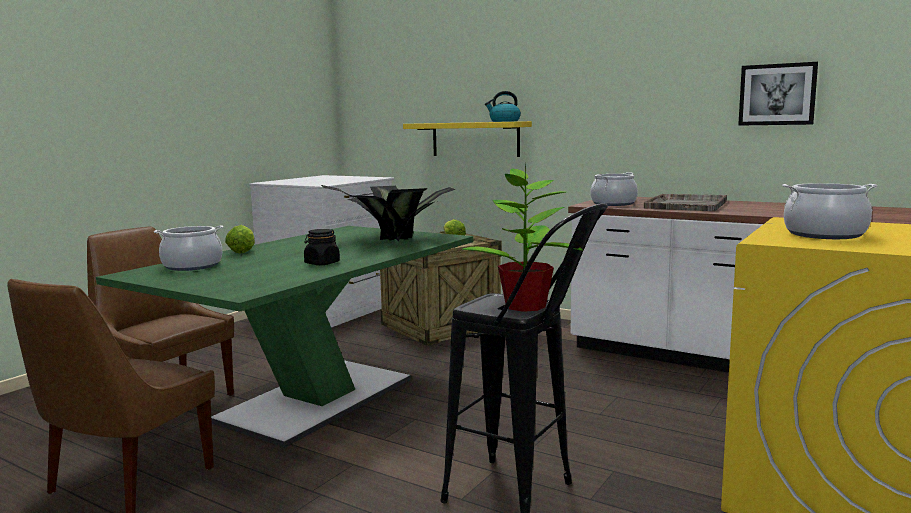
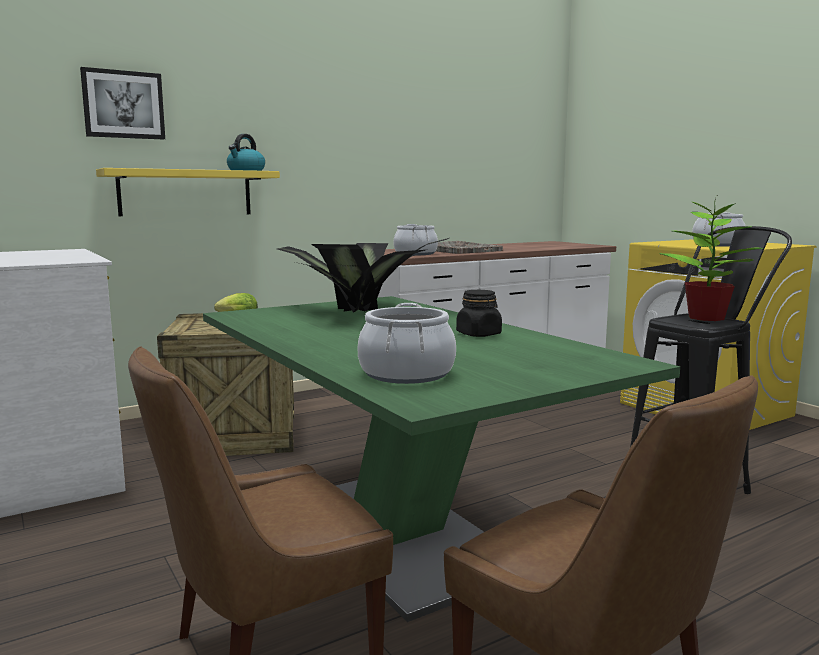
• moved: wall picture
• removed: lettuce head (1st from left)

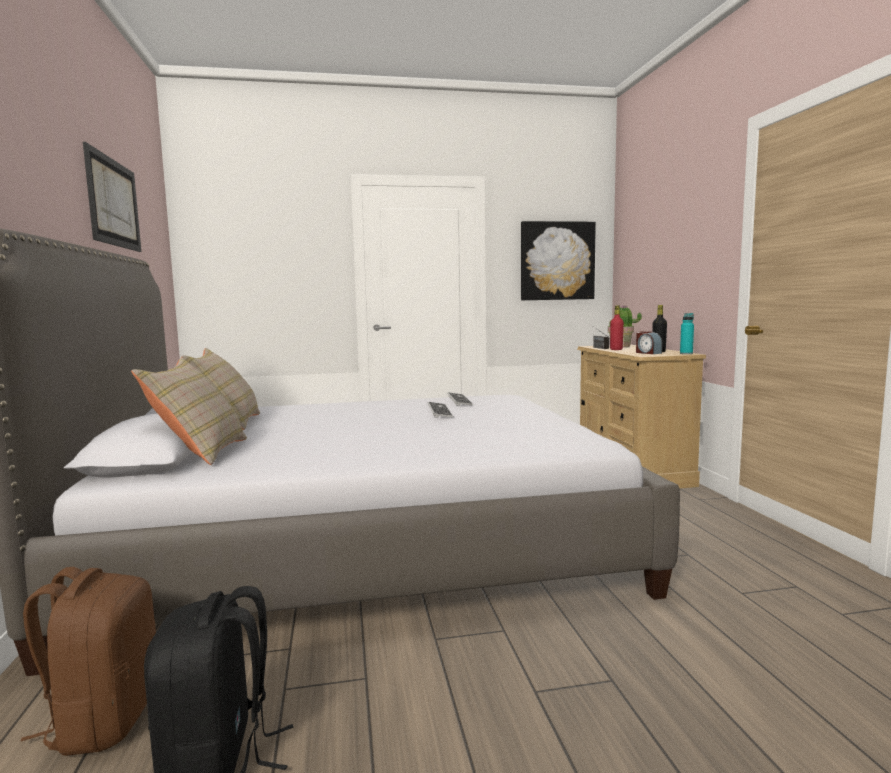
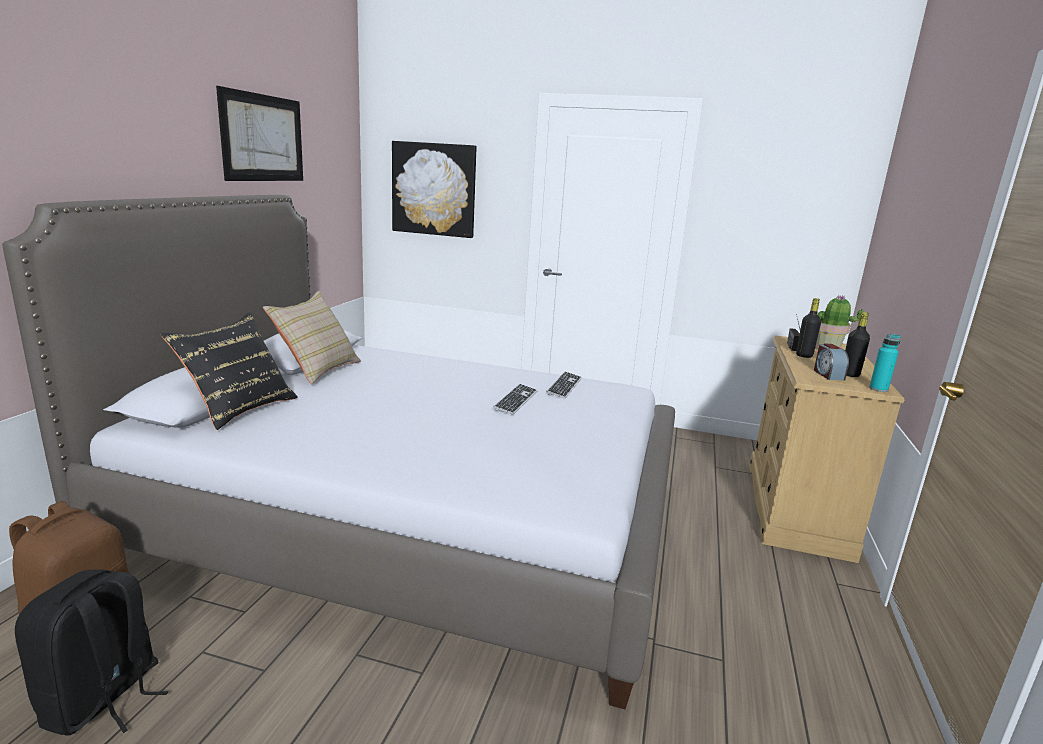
• moved: wall picture (2nd from left)
• recoloured: beverage bottle (red-coloured) to beverage bottle (black) (1st from left)
• recoloured: throw pillow (beige-coloured) (1st from left) to throw pillow (black)

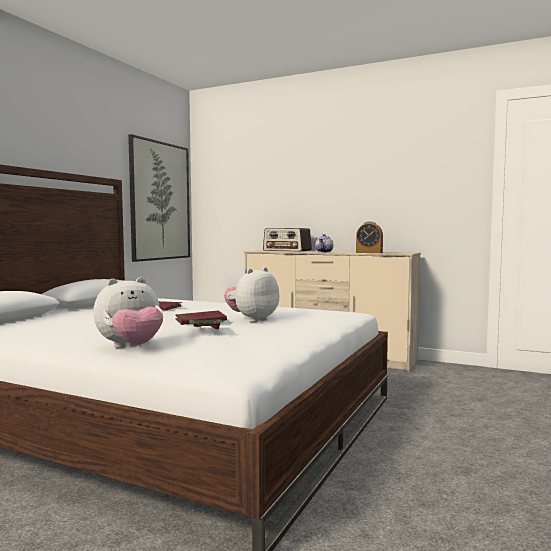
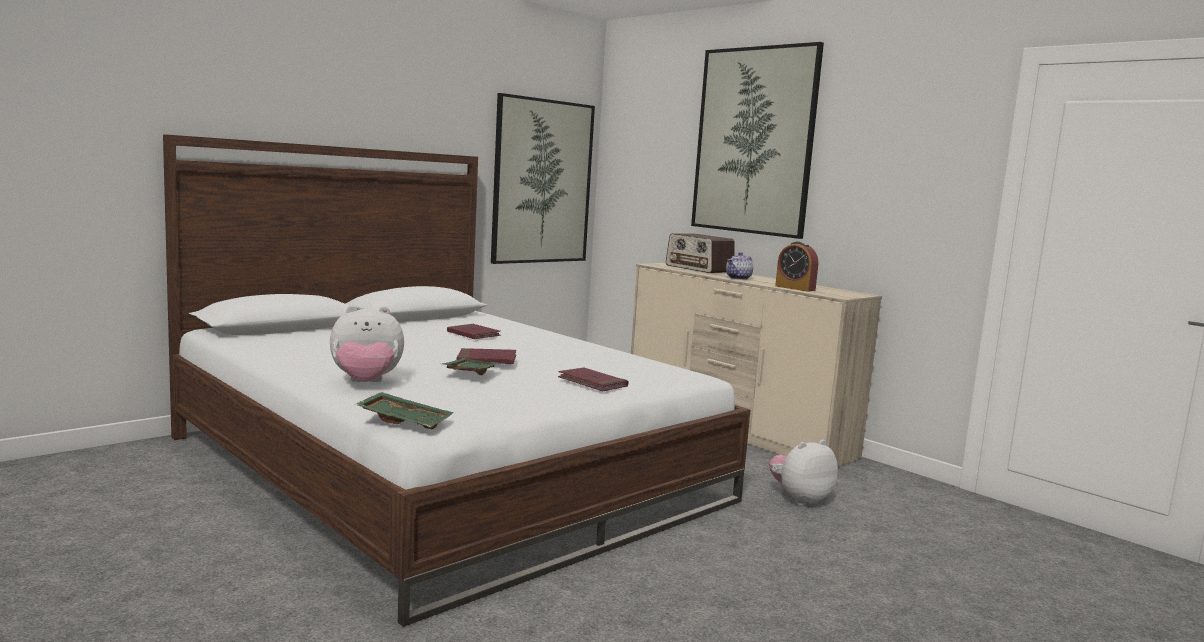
• moved: soft toy (2nd from left)
• added: wall picture (2nd from left)
• added: book (red-coloured) (3rd from left)
• added: serving tray (greenish) (1st from left)

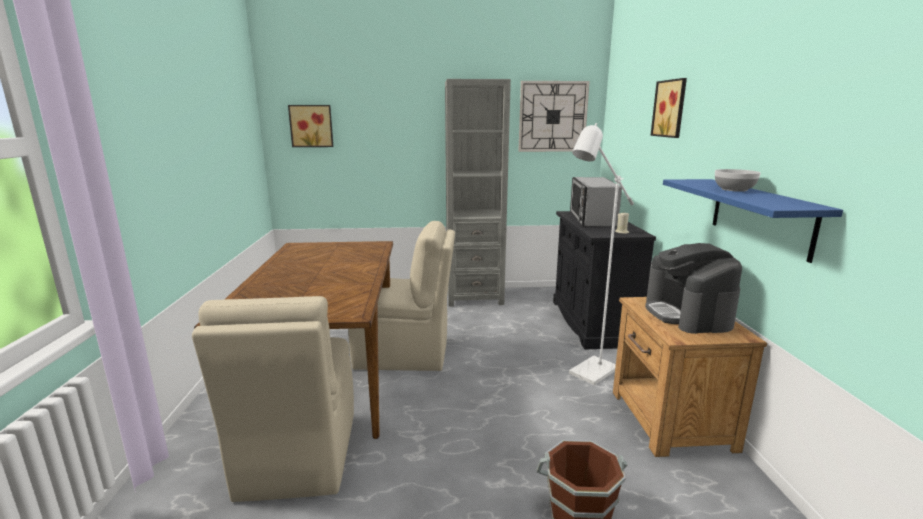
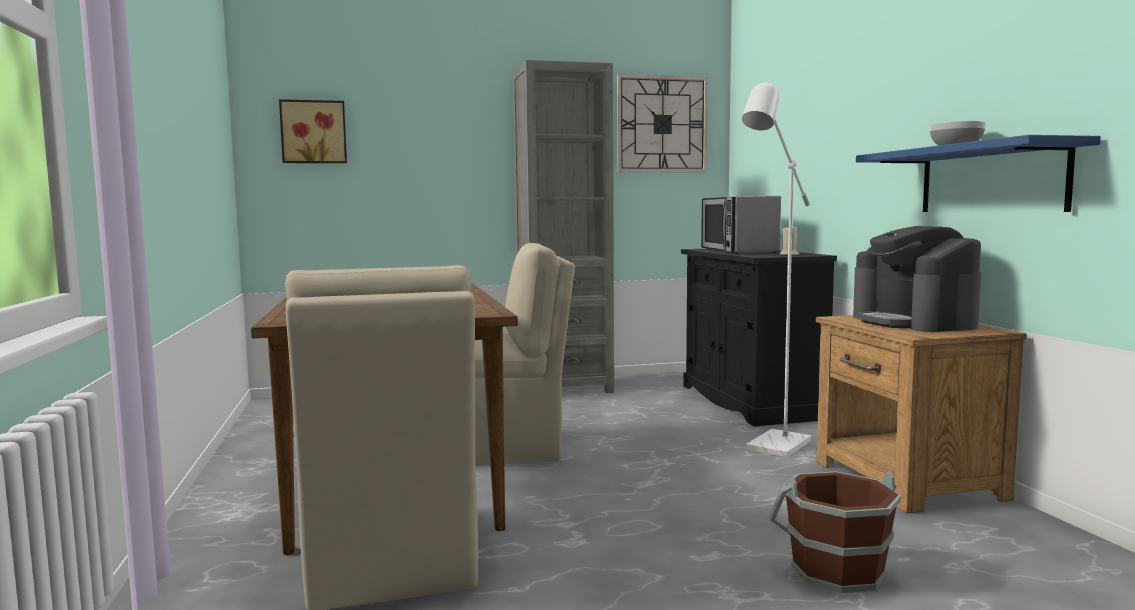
• removed: wall picture (2nd from left)

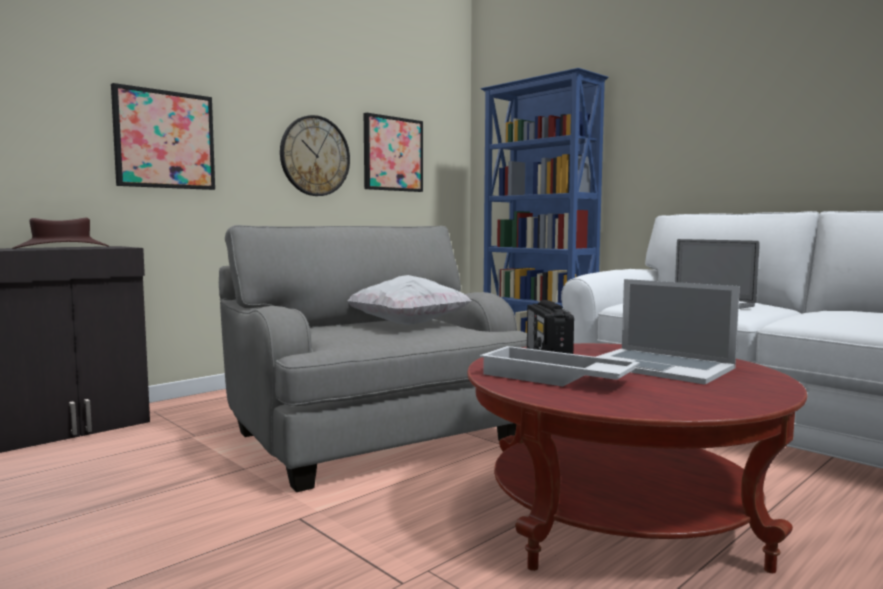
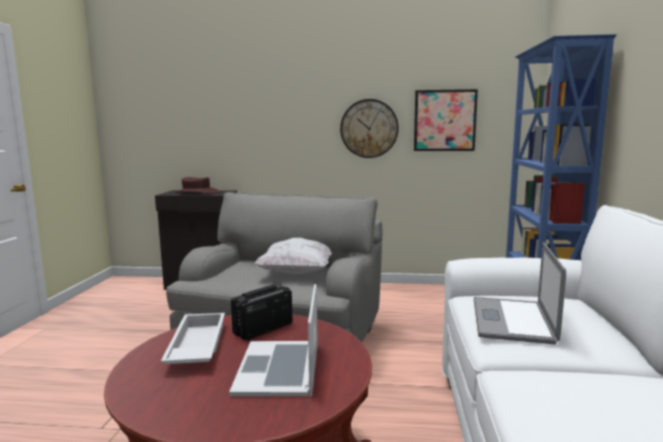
• removed: wall picture (1st from left)

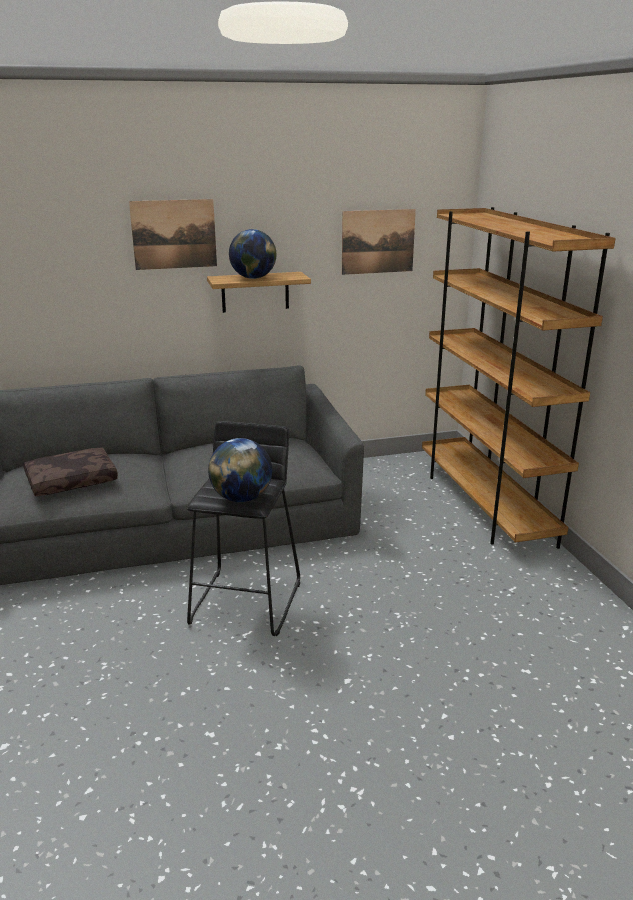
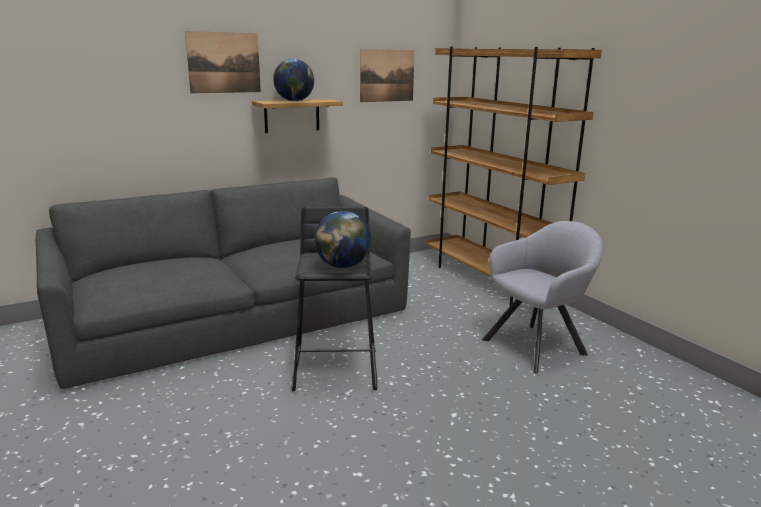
• removed: throw pillow (brownish)
• added: lounge chair (gray)

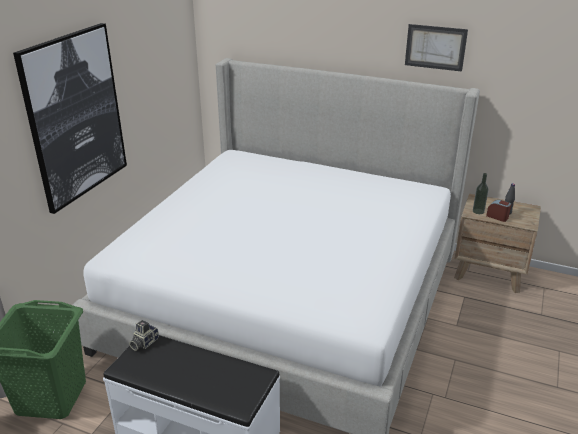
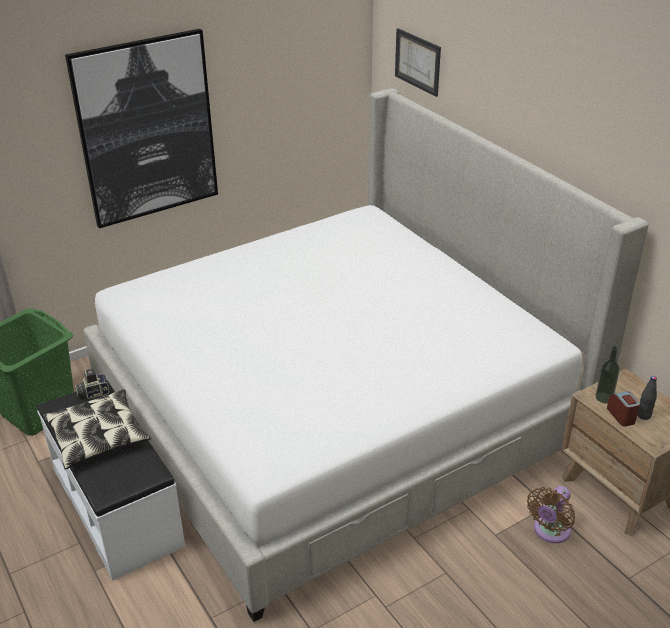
• moved: wall picture (2nd from left)
• added: throw pillow
• added: electric fan (brownish)

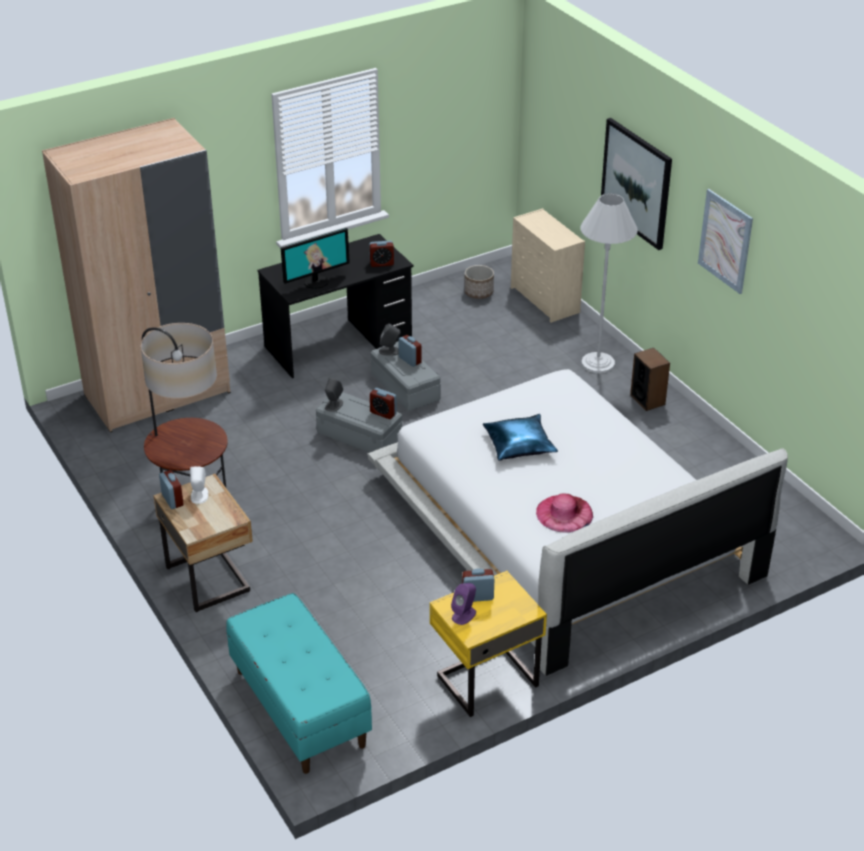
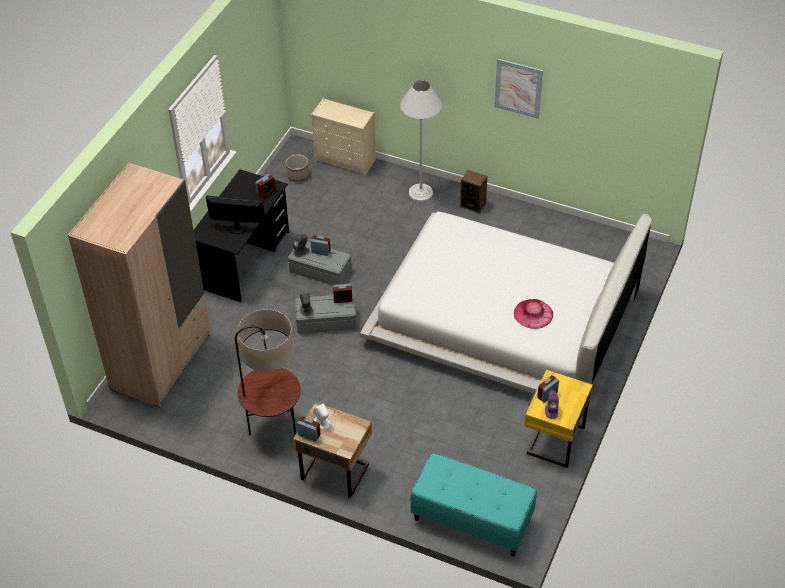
• removed: wall picture (1st from left)
• turned: computer display 105 degrees counterclockwise
• removed: throw pillow (blue-coloured)

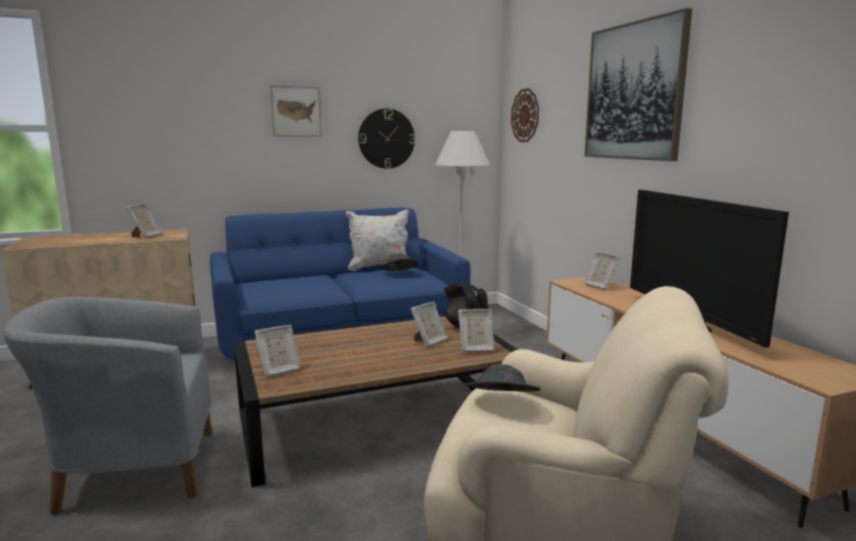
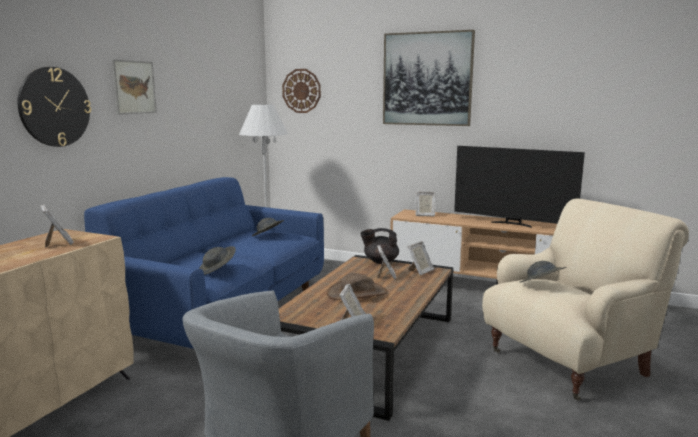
• moved: clock on the wall (1st from left)
• removed: throw pillow (whitish)
• added: wearable hat (gray) (1st from left)
• added: wearable hat (brownish)

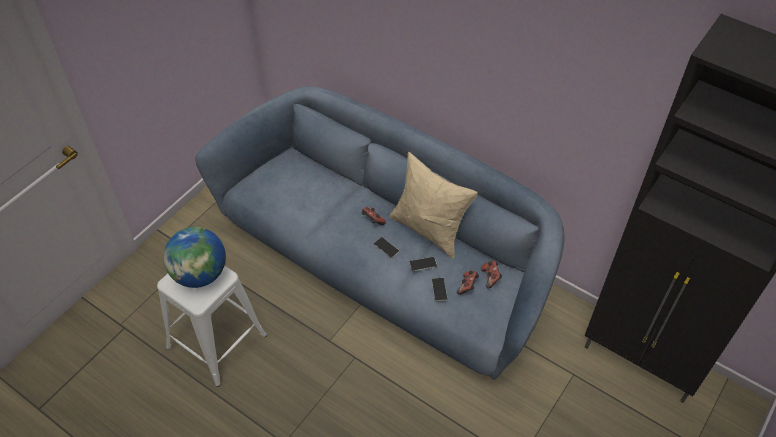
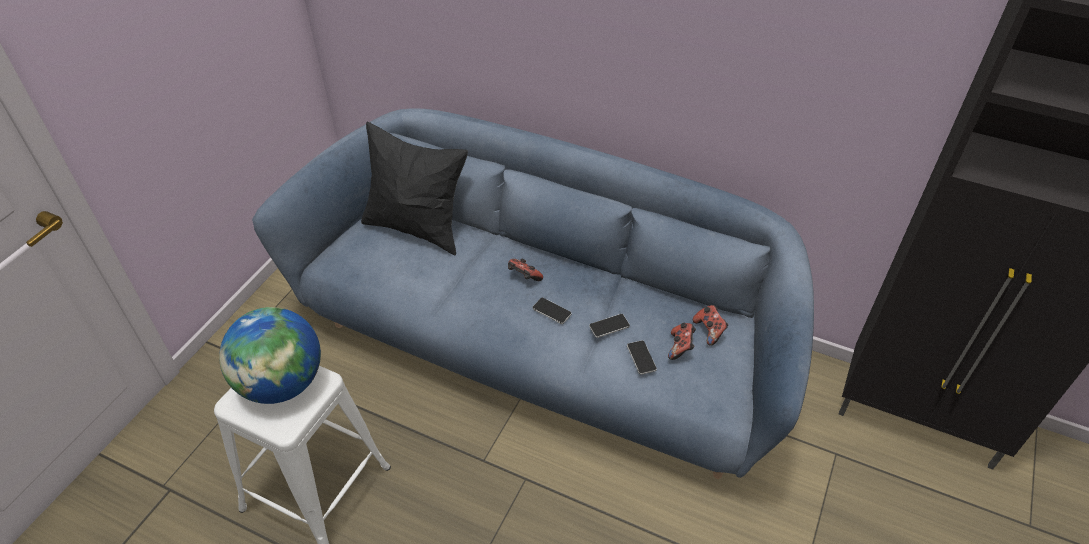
• removed: throw pillow (beige-coloured)
• added: throw pillow (black)

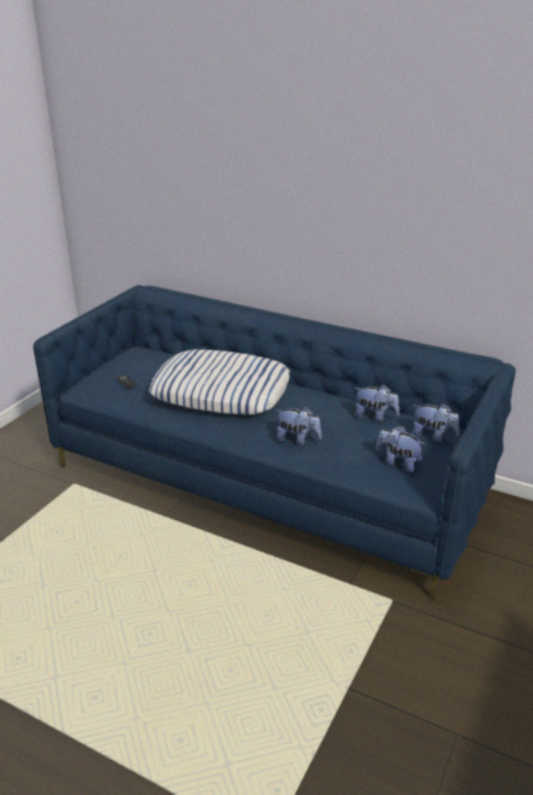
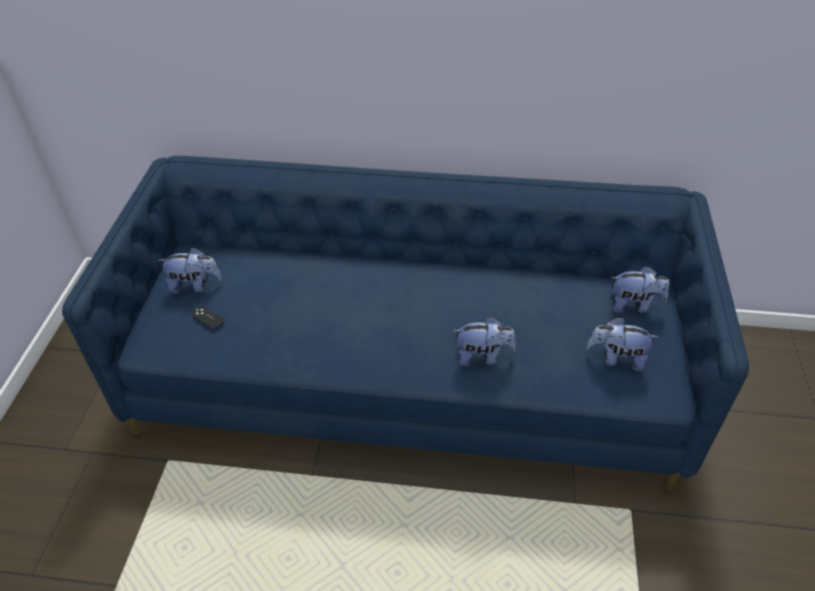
• removed: throw pillow
• moved: soft toy (2nd from left in the first image) to soft toy (1st from left)

